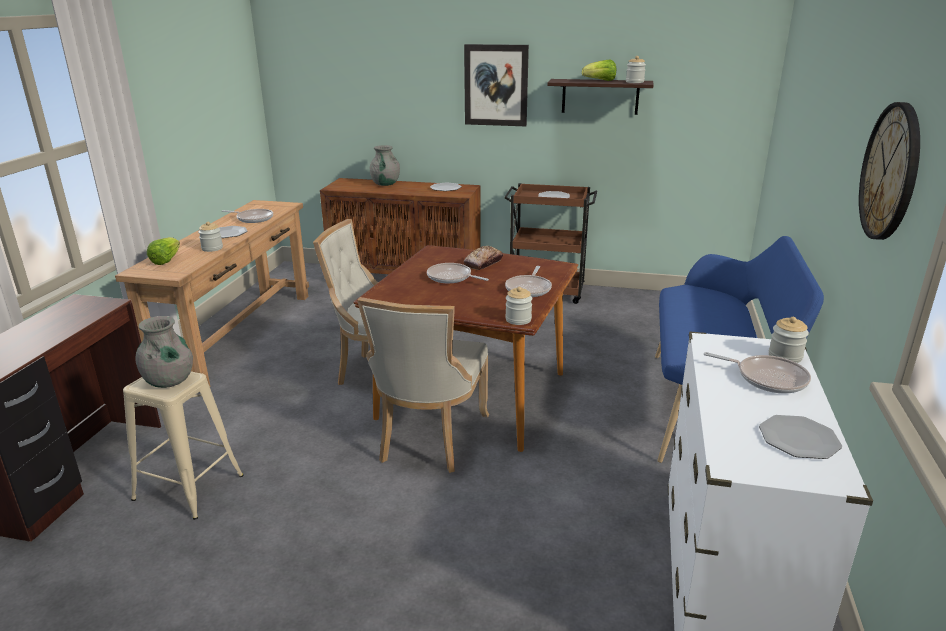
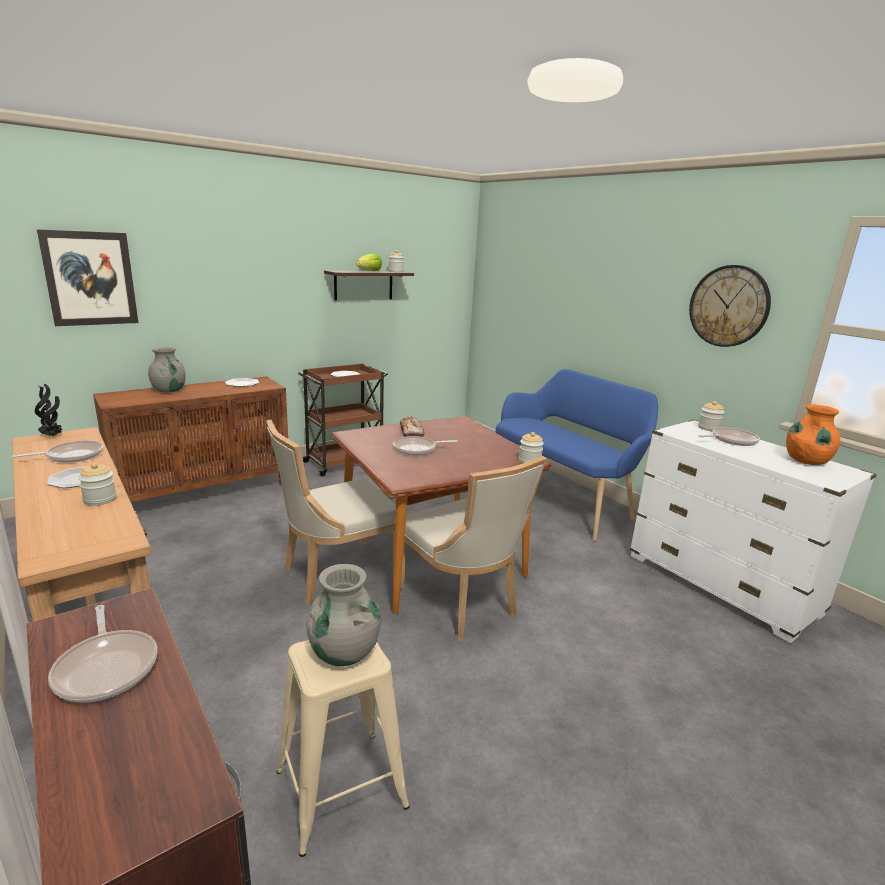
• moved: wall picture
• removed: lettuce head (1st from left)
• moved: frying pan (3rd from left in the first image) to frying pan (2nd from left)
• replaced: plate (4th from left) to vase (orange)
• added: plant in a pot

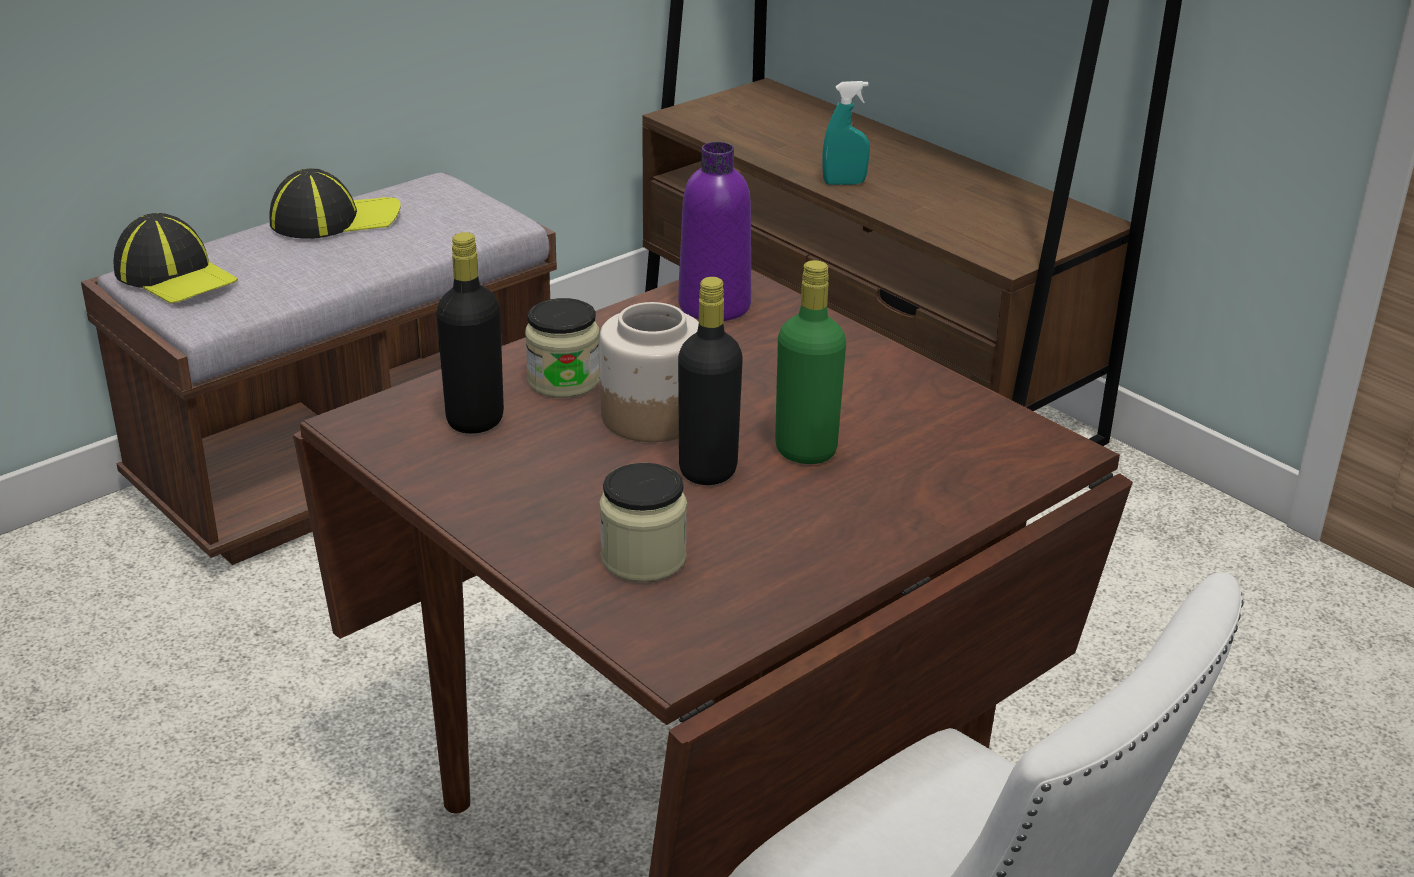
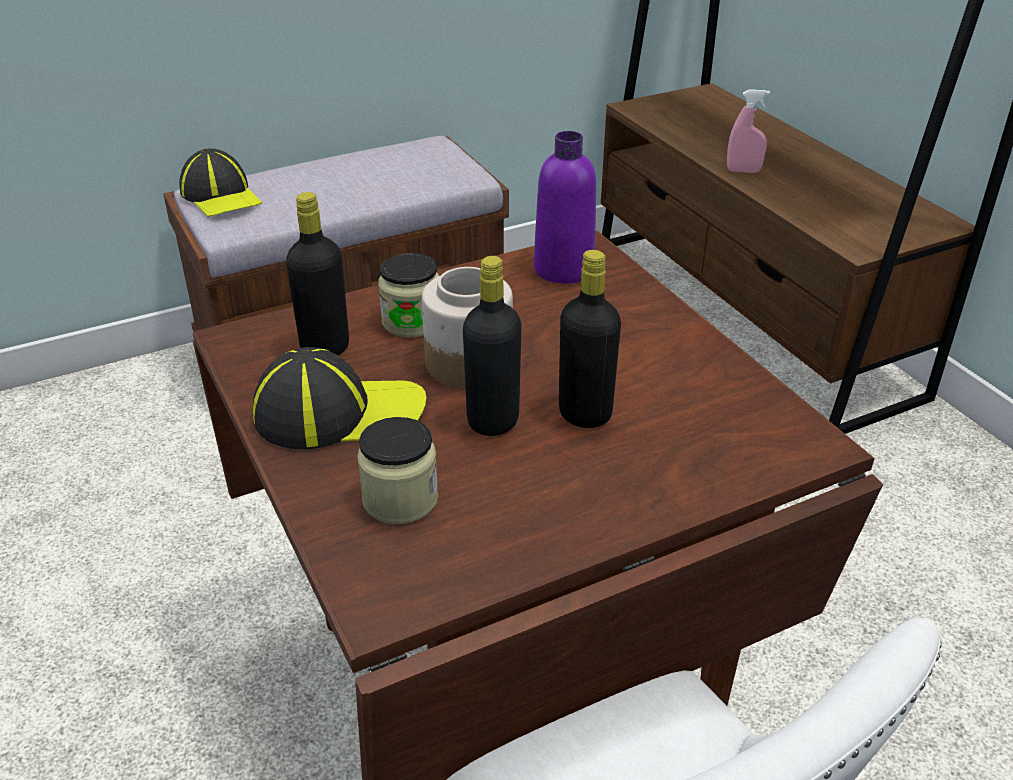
• recoloured: spray bottle (turquoise) to spray bottle (pinkish)
• moved: cap (2nd from left)
• recoloured: beverage bottle (greenish) to beverage bottle (black) (3rd from left)

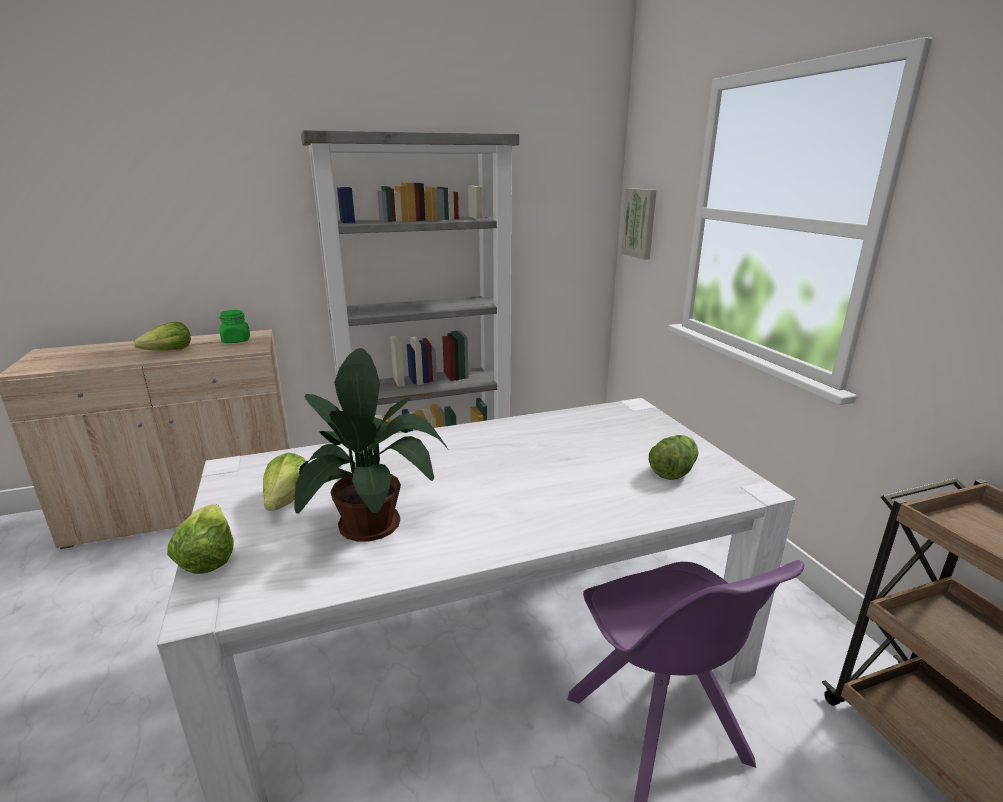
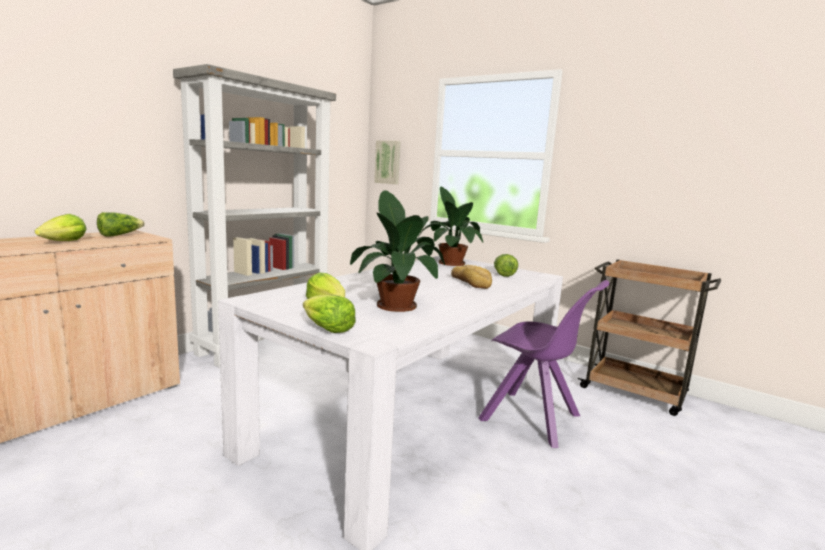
• replaced: storage jar (greenish) to lettuce head (2nd from left)
• added: plant in a pot (2nd from left)
• added: bakery bread

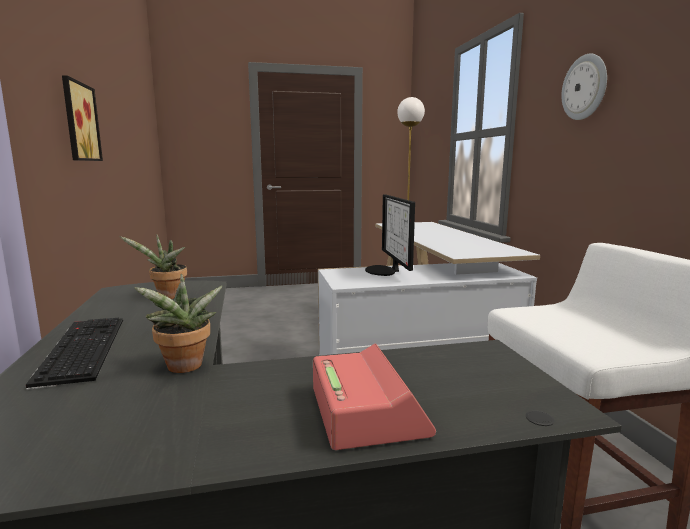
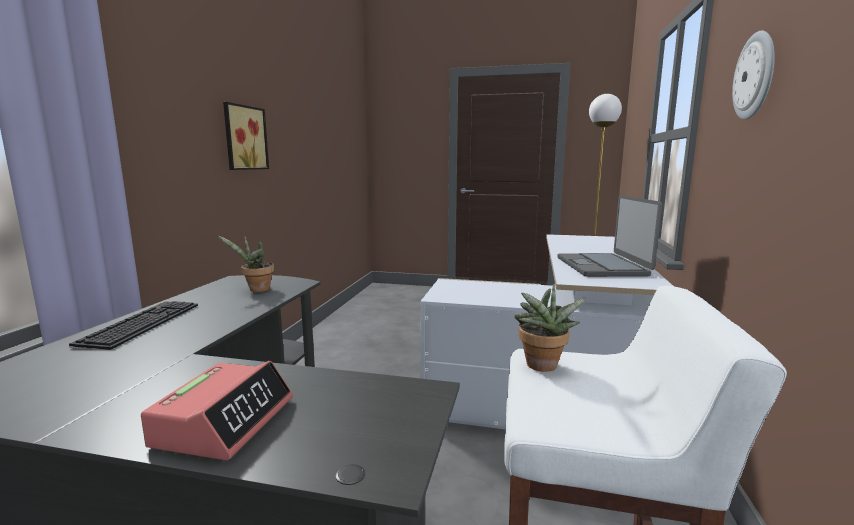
• removed: computer display
• moved: plant in a pot (2nd from left)
• added: portable computer

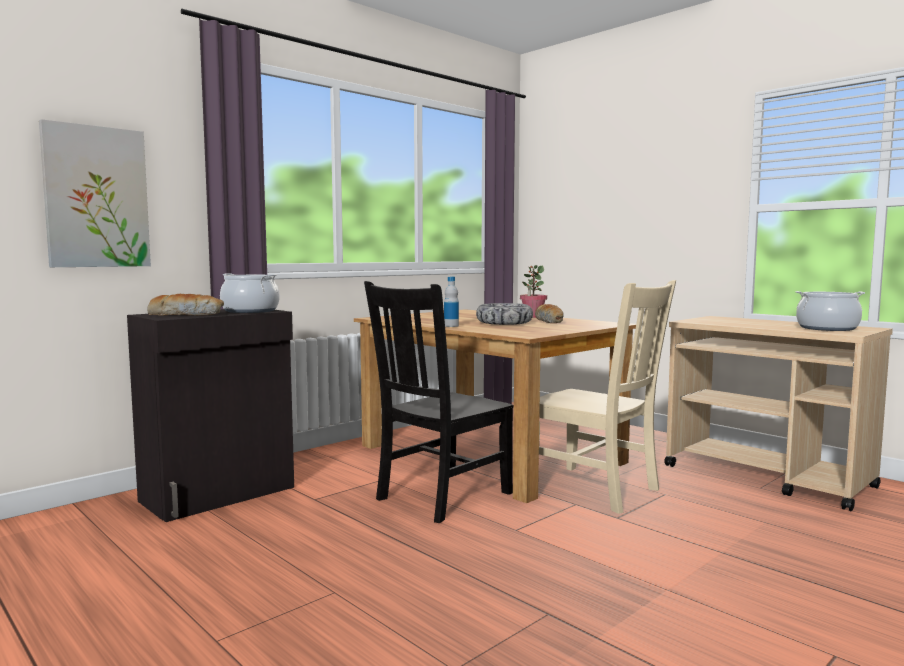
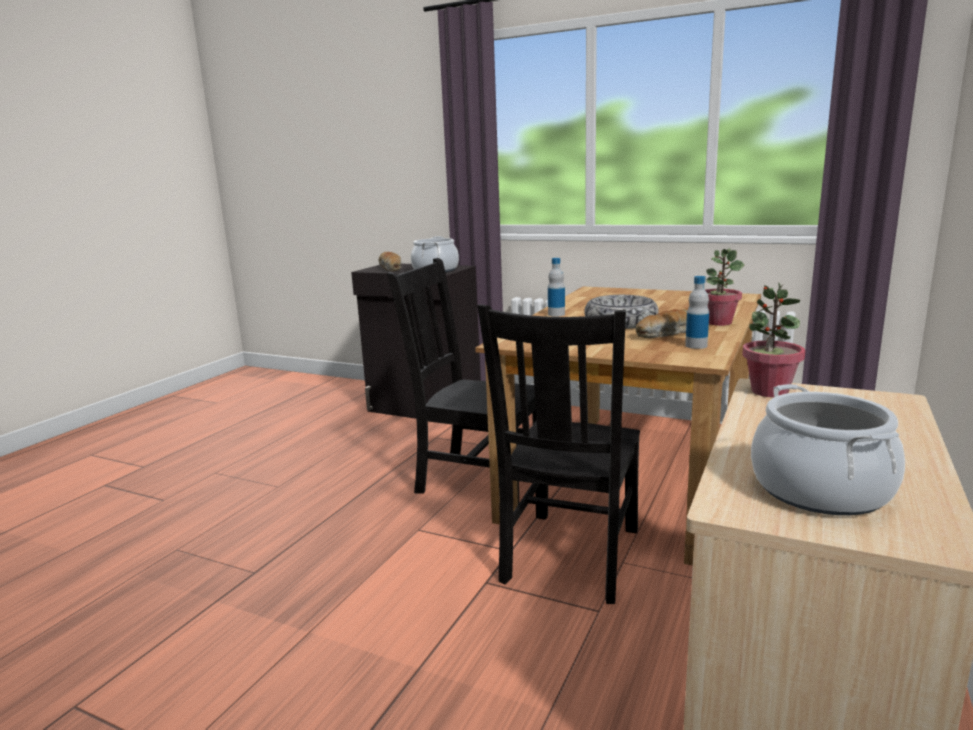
• removed: wall picture
• recoloured: upright chair (beige-coloured) to upright chair (black) (2nd from left)
• added: beverage bottle (2nd from left)
• added: plant in a pot (2nd from left)

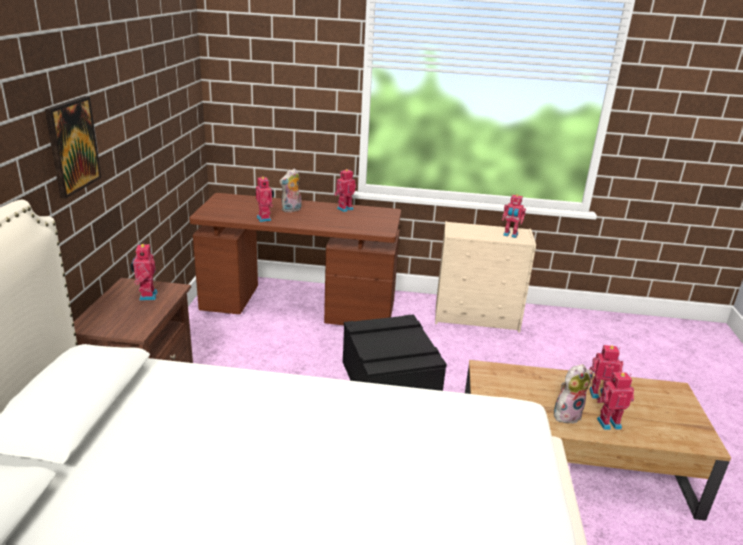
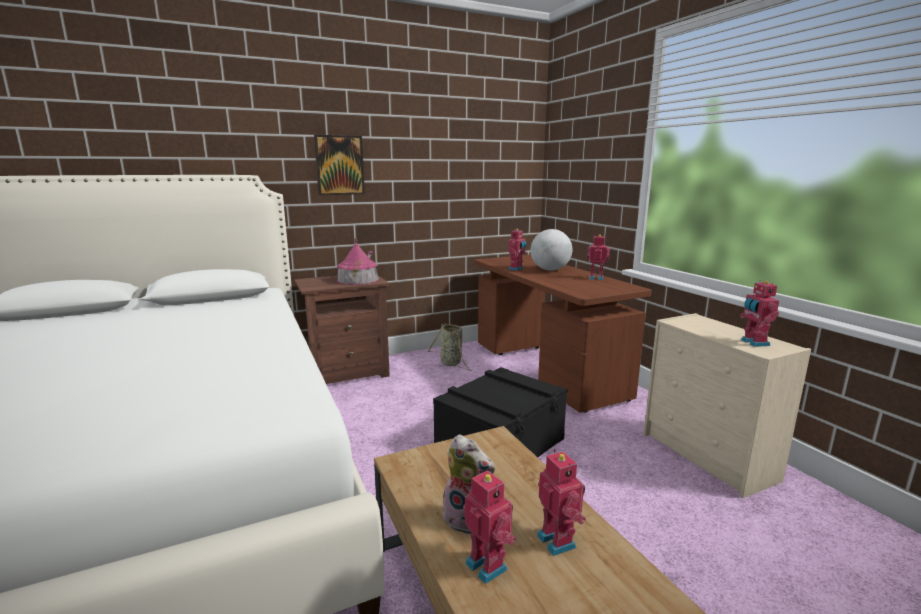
• replaced: soft toy (1st from left) to globe
• replaced: model robot (1st from left) to toy house
• added: household basket

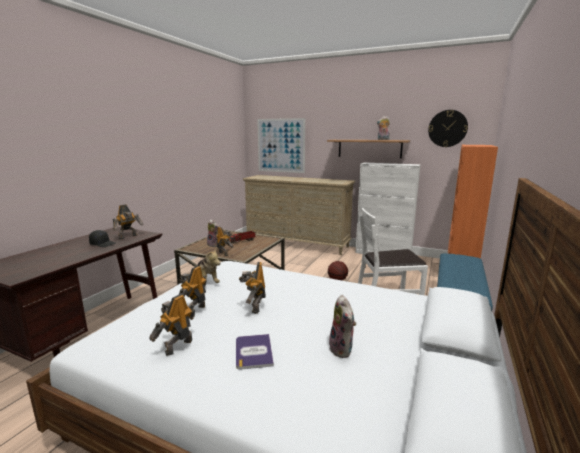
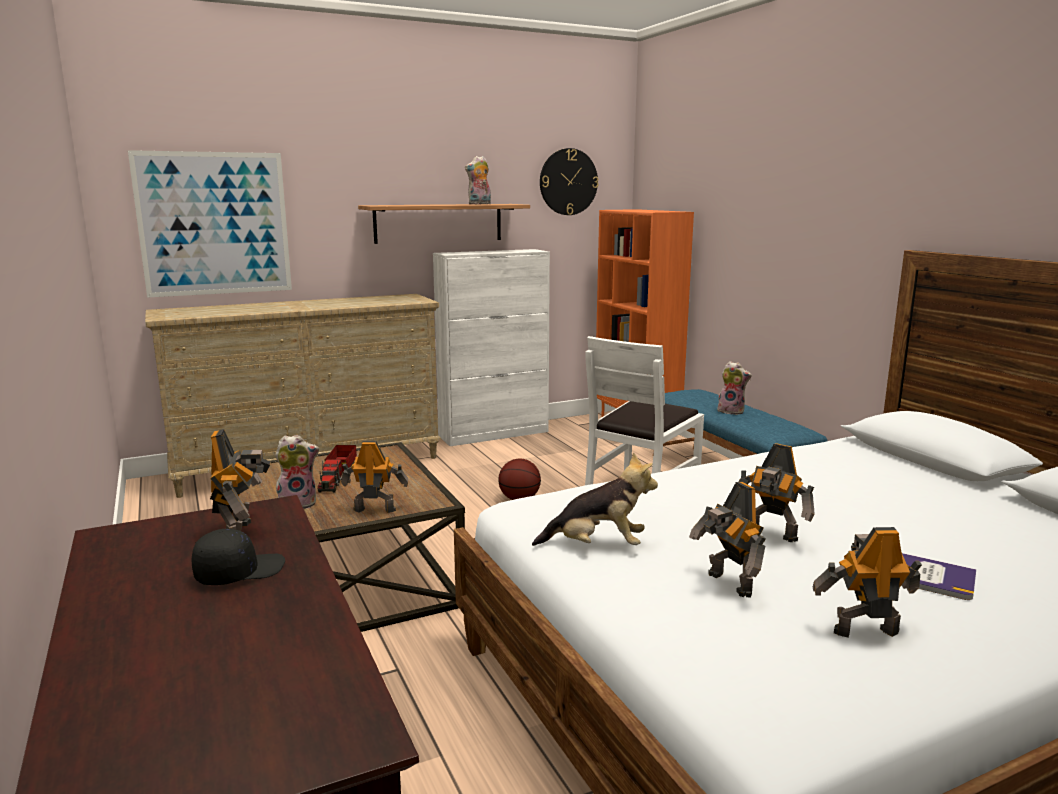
• turned: model robot (2nd from left in the first image) 105 degrees clockwise
• moved: soft toy (3rd from left in the first image) to soft toy (4th from left)

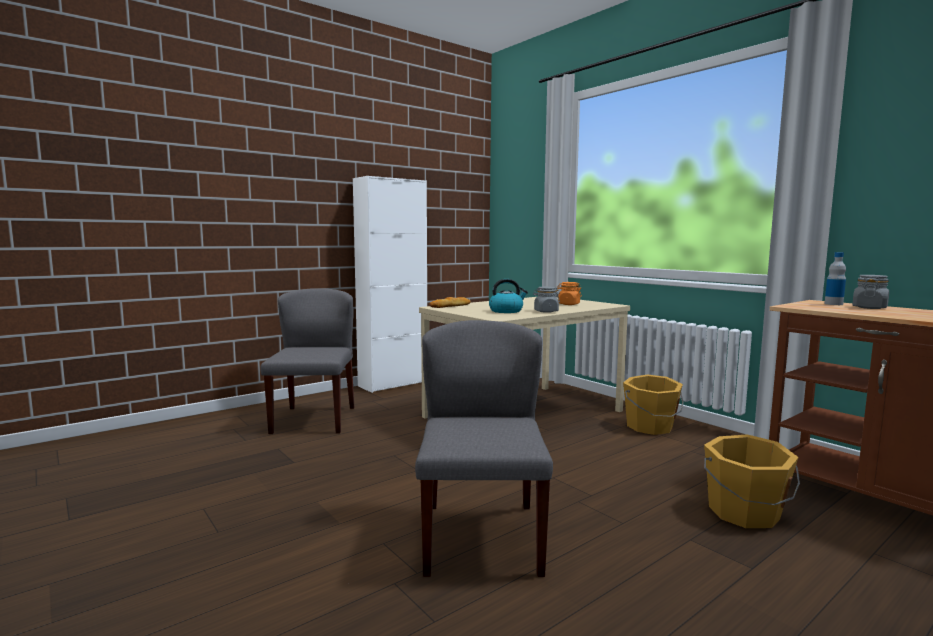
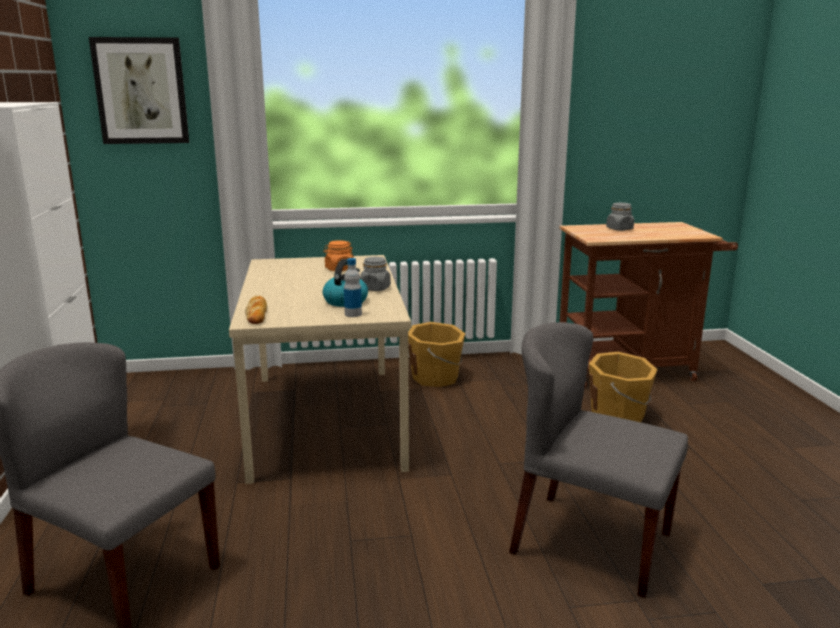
• moved: beverage bottle
• added: wall picture

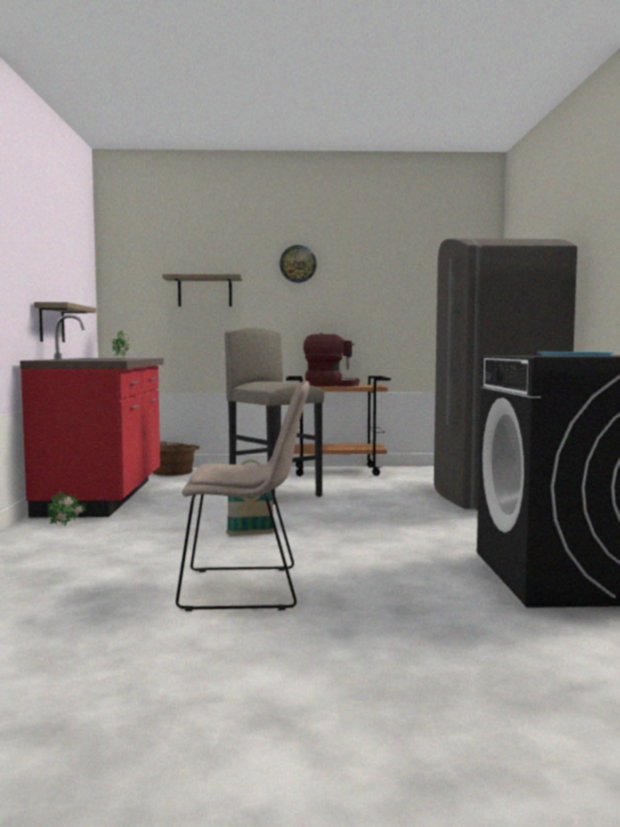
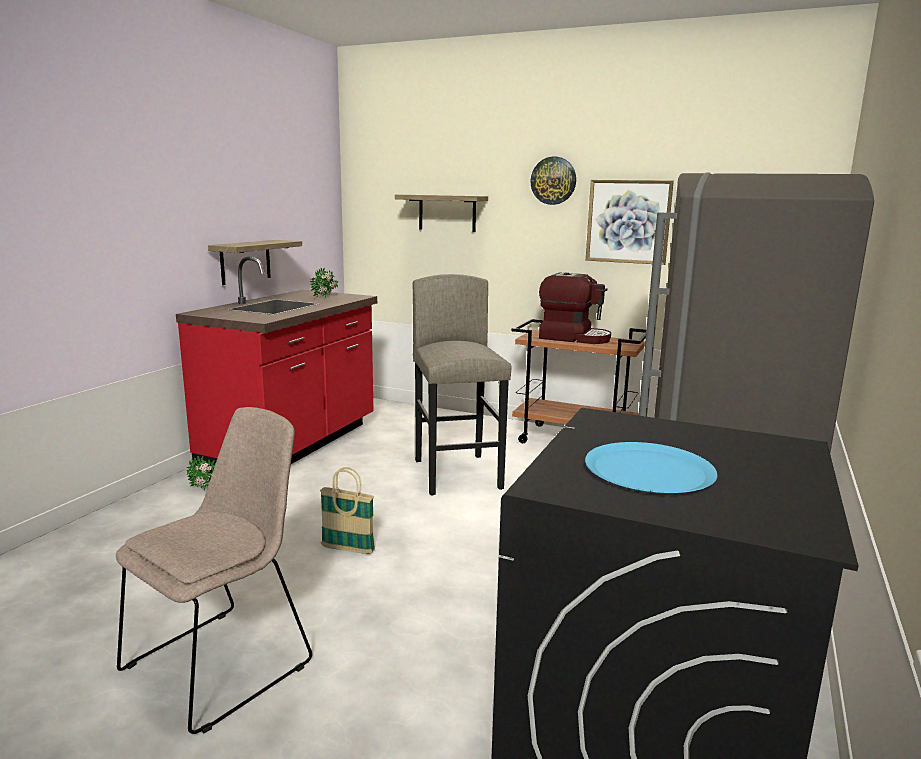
• turned: upright chair (beige-coloured) 75 degrees counterclockwise
• removed: bucket (brownish)
• added: wall picture

